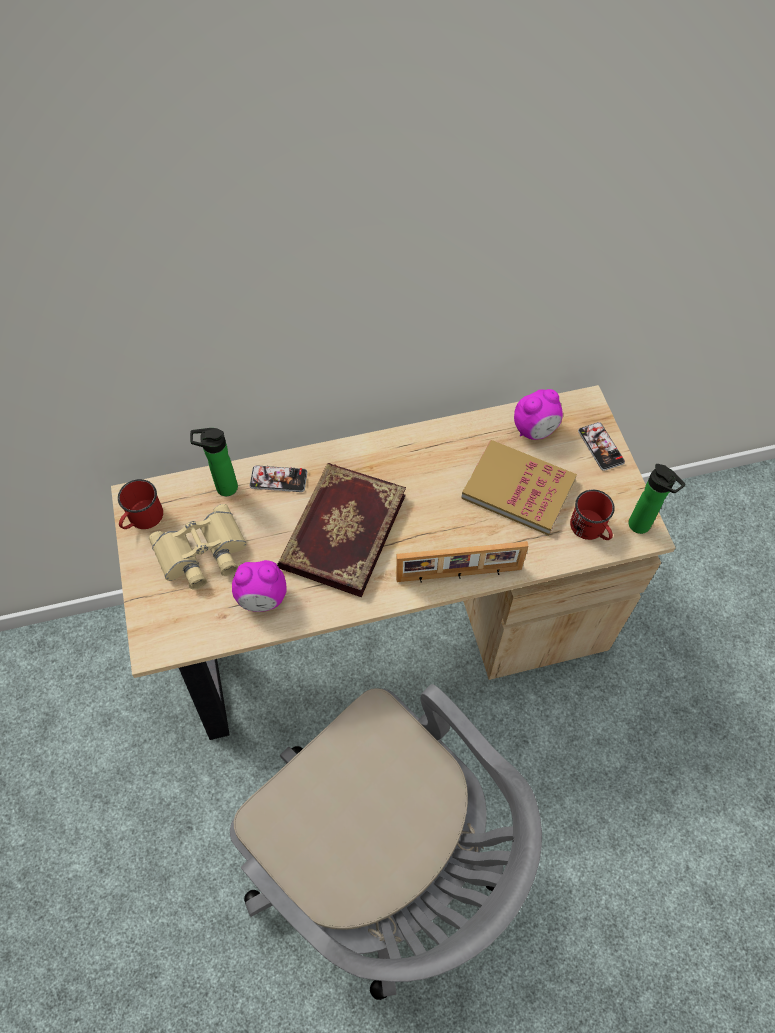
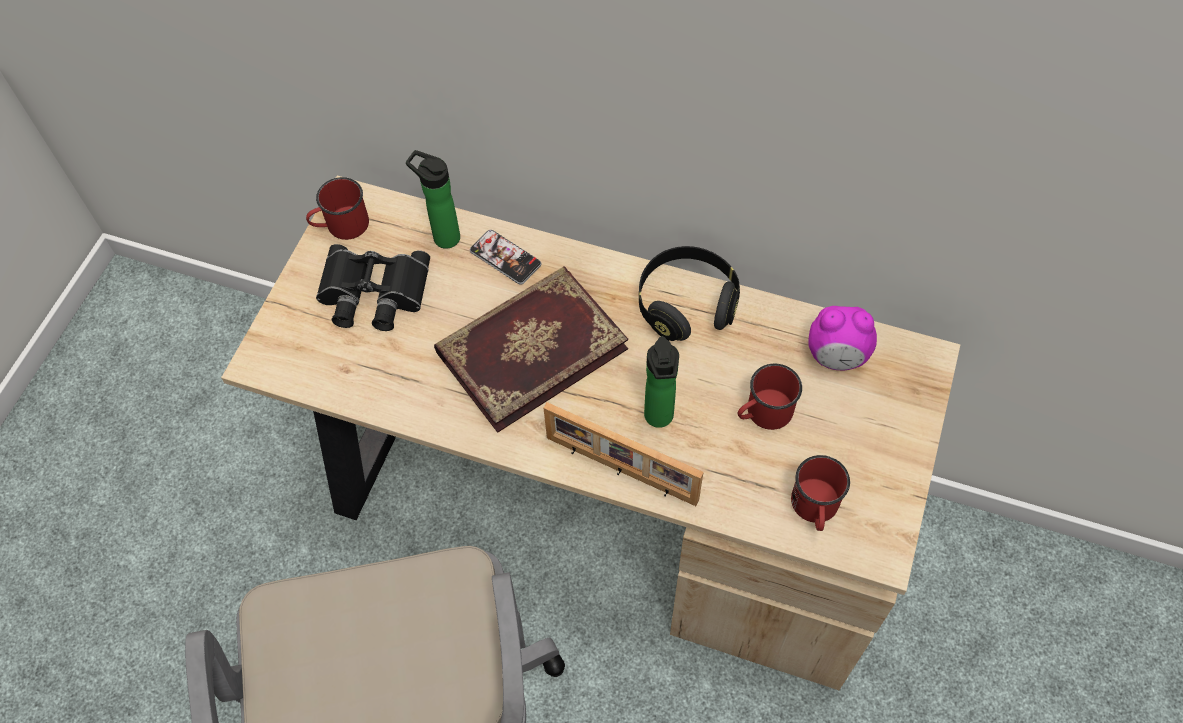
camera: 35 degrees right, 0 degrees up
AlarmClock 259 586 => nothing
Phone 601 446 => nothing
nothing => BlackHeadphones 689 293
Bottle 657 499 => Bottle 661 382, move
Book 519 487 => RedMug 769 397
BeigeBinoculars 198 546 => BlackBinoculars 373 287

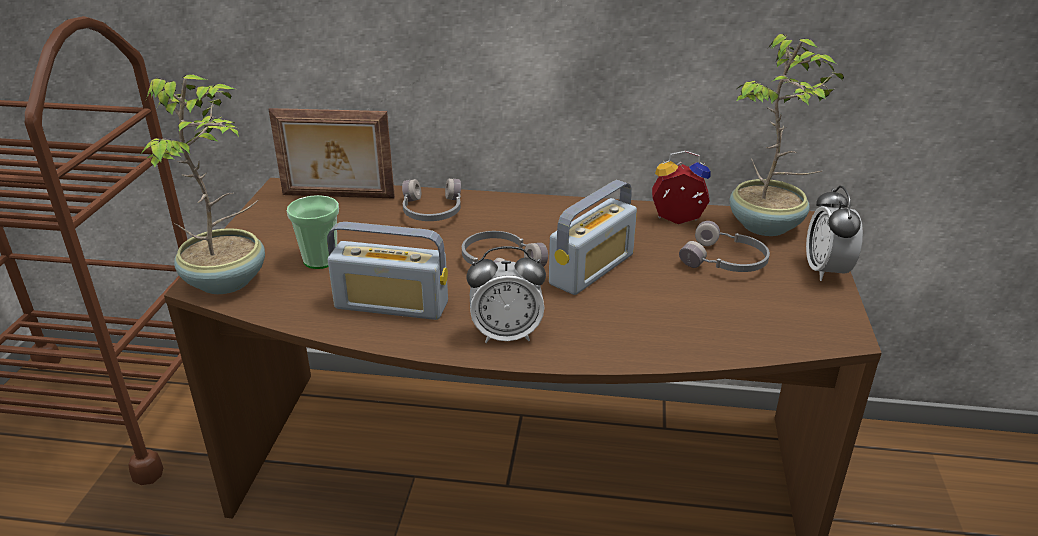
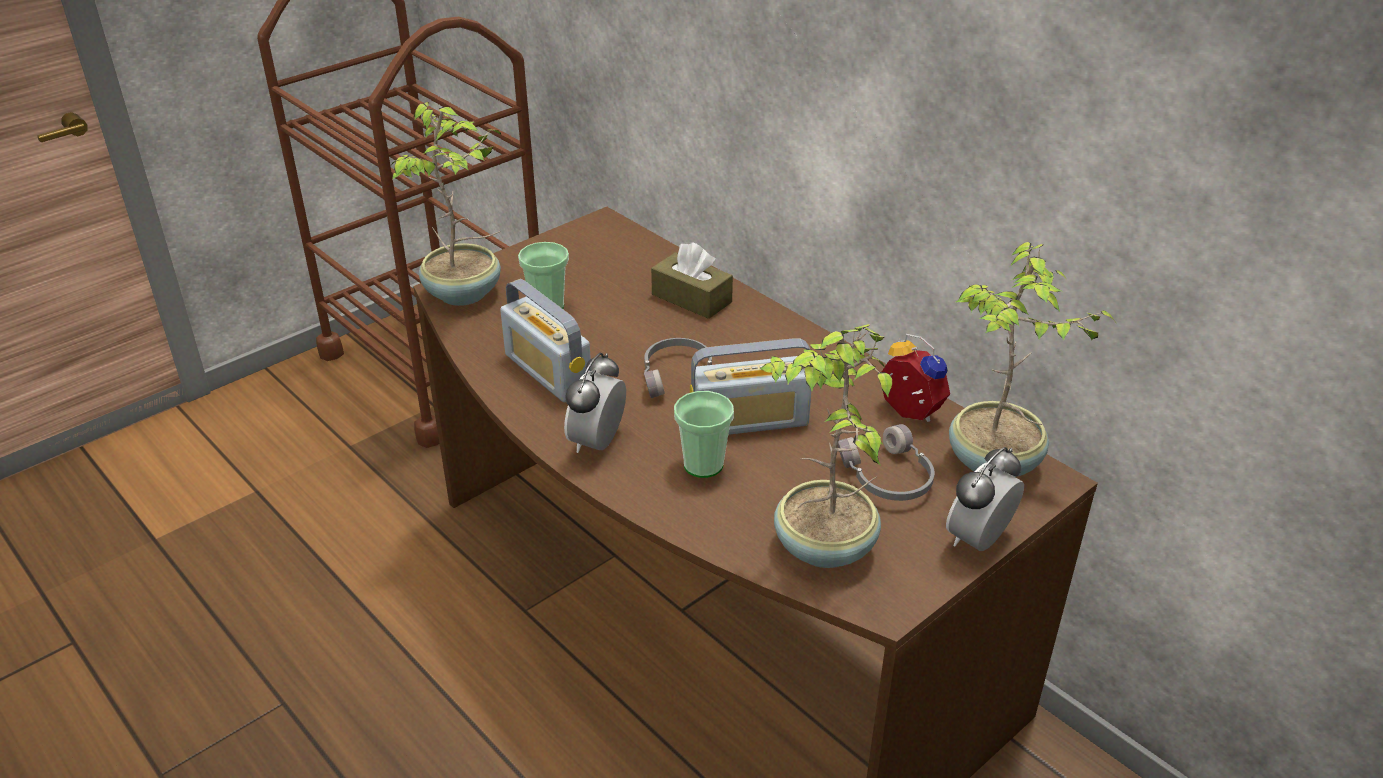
camera: 40 degrees right, 5 degrees up
PictureFrame 332 153 => nothing
nothing => Cup 704 434
nothing => PottedPlant 826 446
GreyHeadphones 431 200 => BrownTissueBox 692 280
AlarmClock 506 294 => AlarmClock 595 403, 75 degrees clockwise

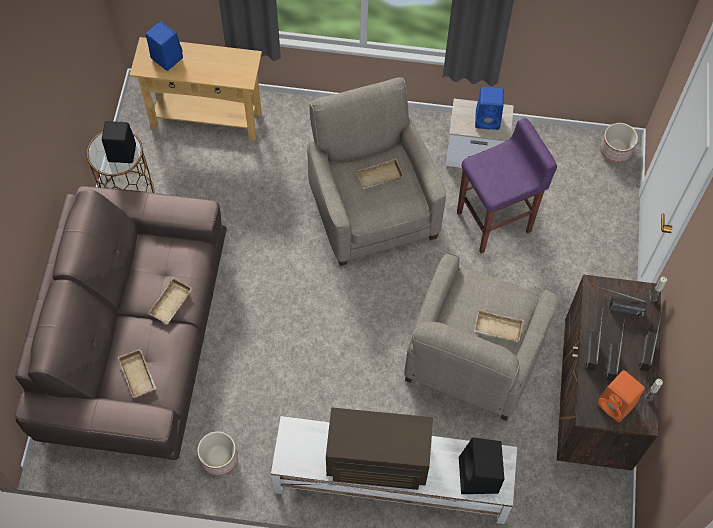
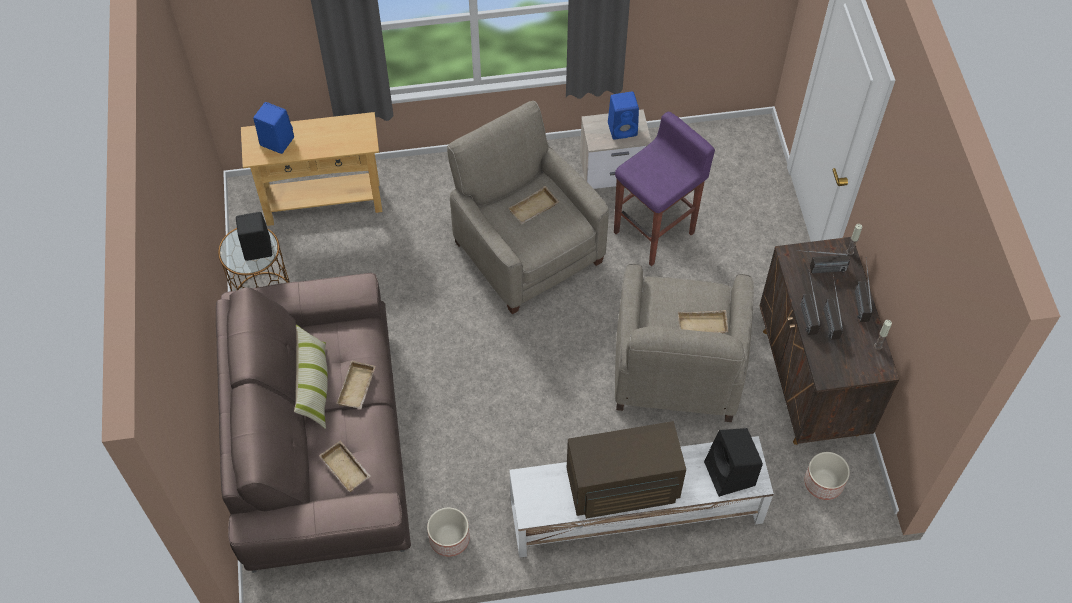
camera: 15 degrees left, 5 degrees down
OrangeSpeaker 621 396 => nothing
nothing => Pillow 311 377
Planter 619 143 => Planter 827 476, move

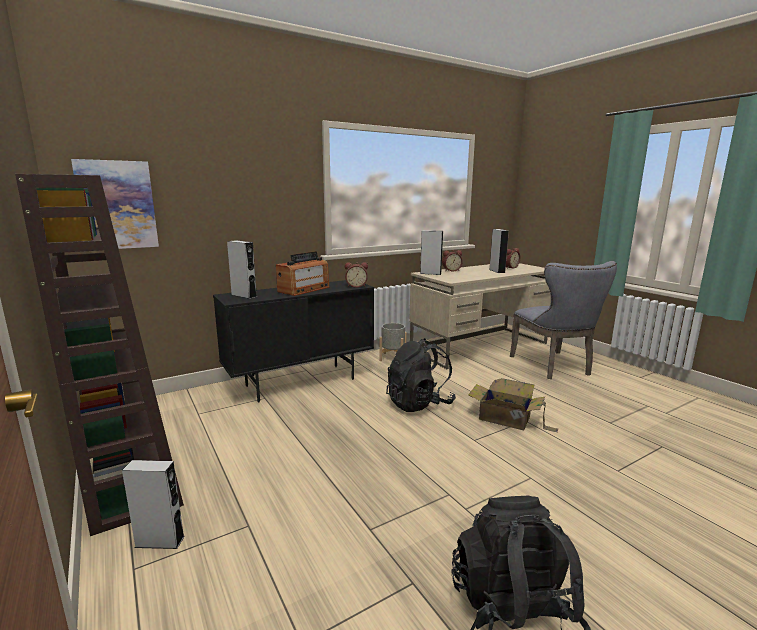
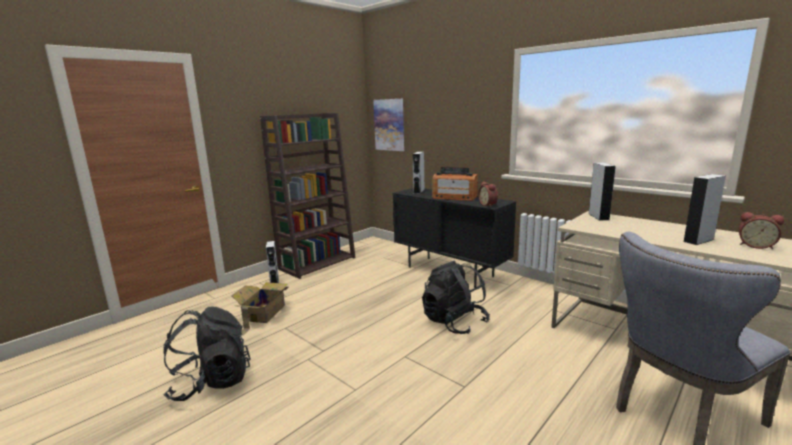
camera: 75 degrees right, 0 degrees up
GreyPlanter 393 342 => nothing
AlarmClock 452 261 => nothing
CardboardBox 513 405 => CardboardBox 259 308, move

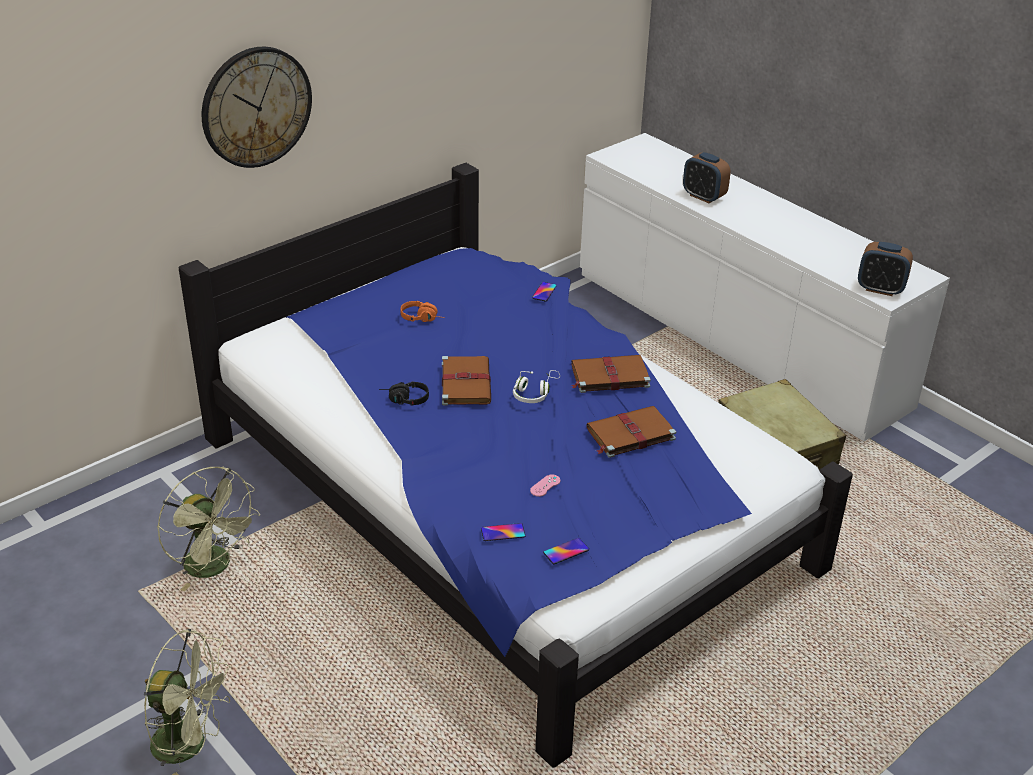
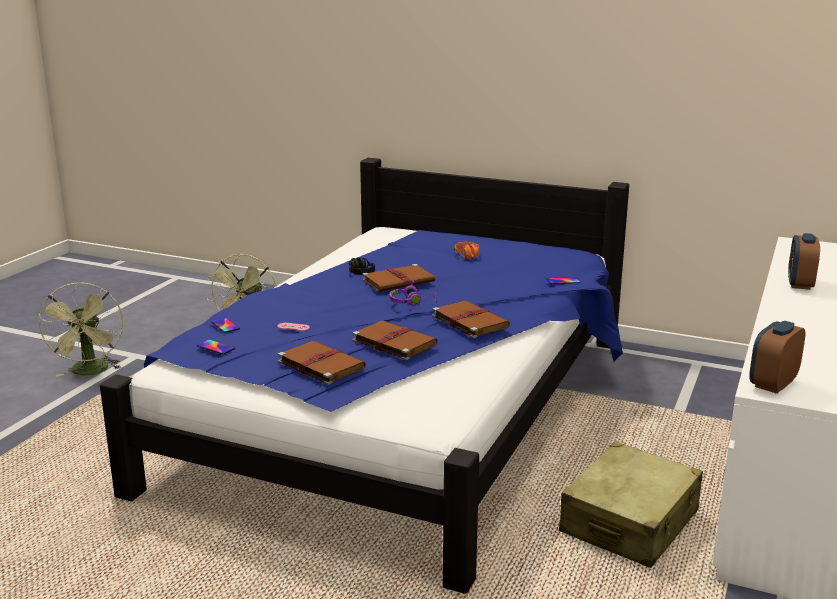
camera: 65 degrees right, 15 degrees down
WallClock 257 107 => nothing
nothing => BrownBook 322 363
WhiteHeadphones 536 386 => PurpleHeadphones 413 292
AlarmClock 885 269 => AlarmClock 777 357, 45 degrees clockwise

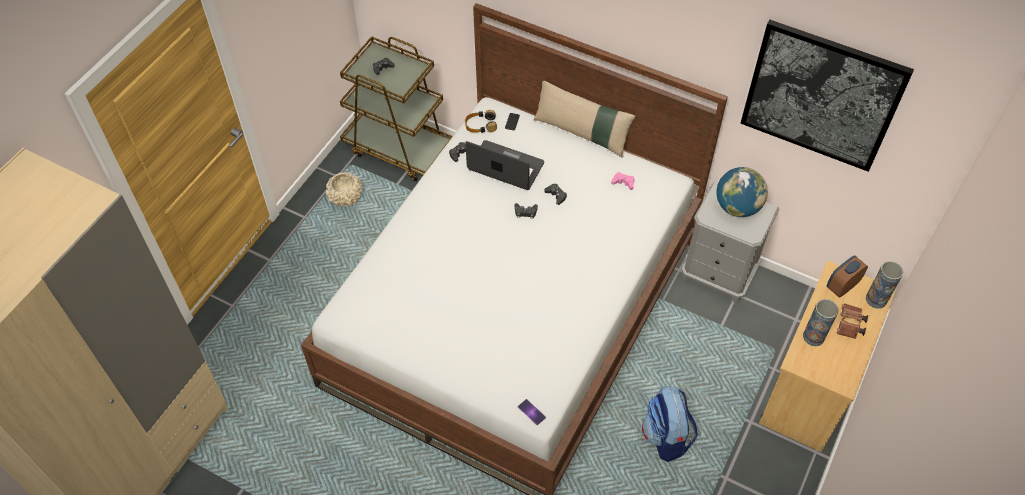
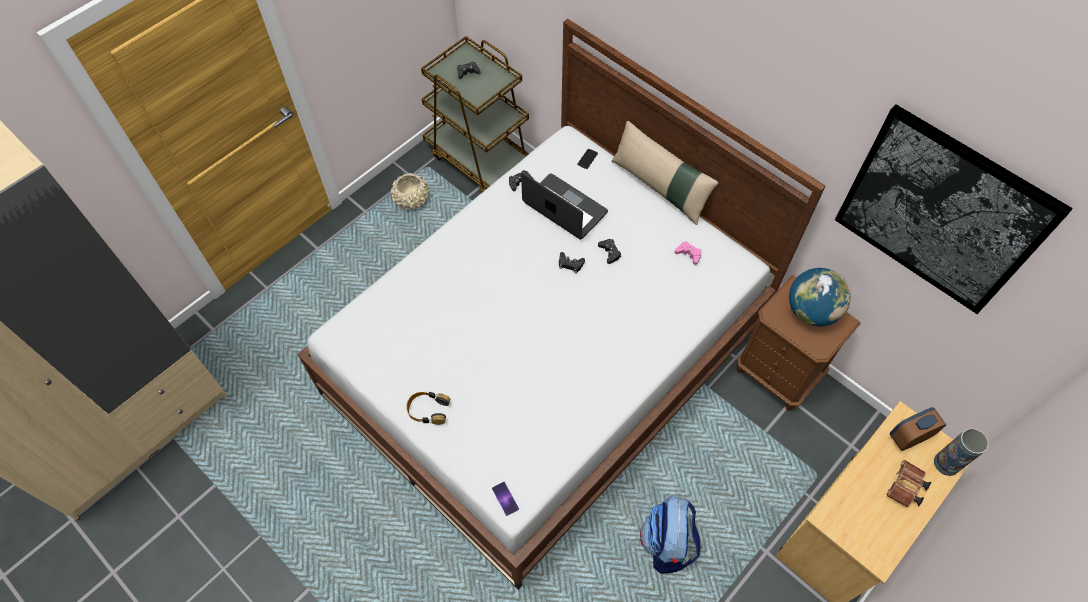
camera: 15 degrees right, 5 degrees up
Vase 821 322 => nothing
Headphones 481 121 => Headphones 428 408, move
GreyNightstand 730 243 => BrownNightstand 798 343

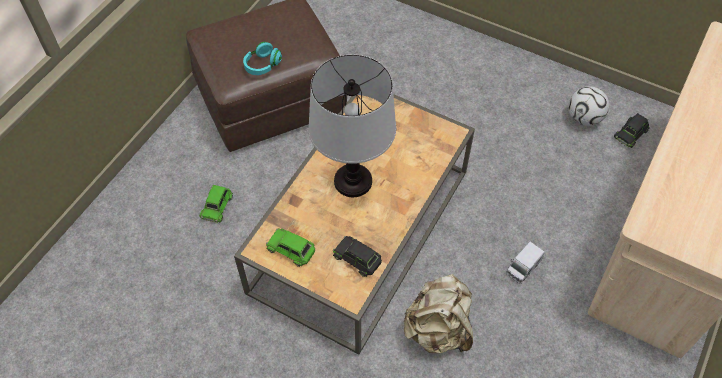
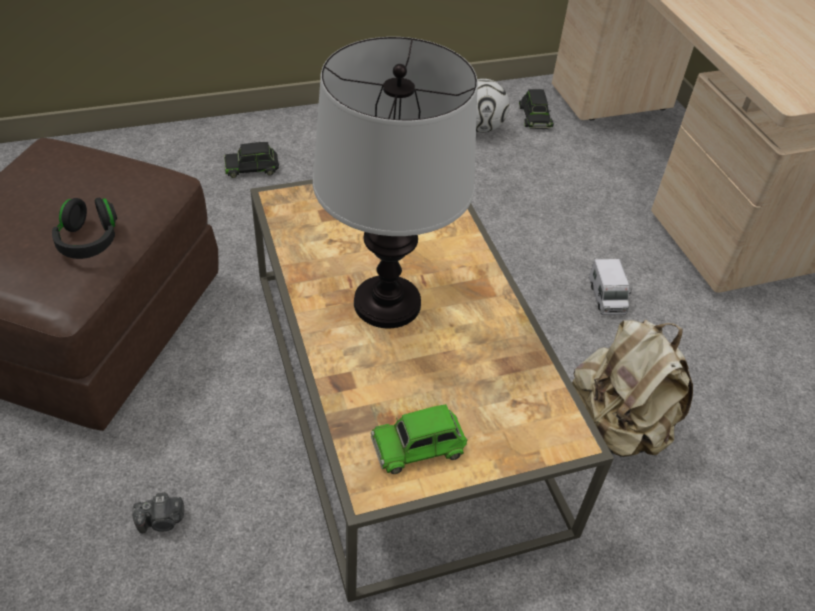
camera: 50 degrees left, 10 degrees down
BlackToyCar 357 256 => BlackToyCar 251 160, move
GreenToyCar 216 204 => PhotoCamera 158 512
TurquoiseHeadphones 262 58 => BlackHeadphones 84 228

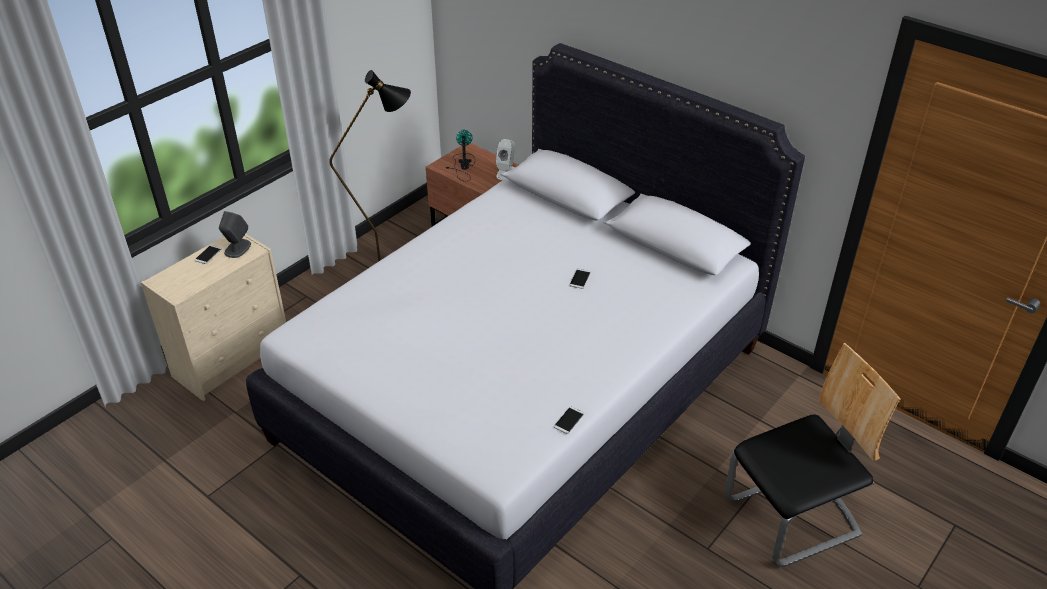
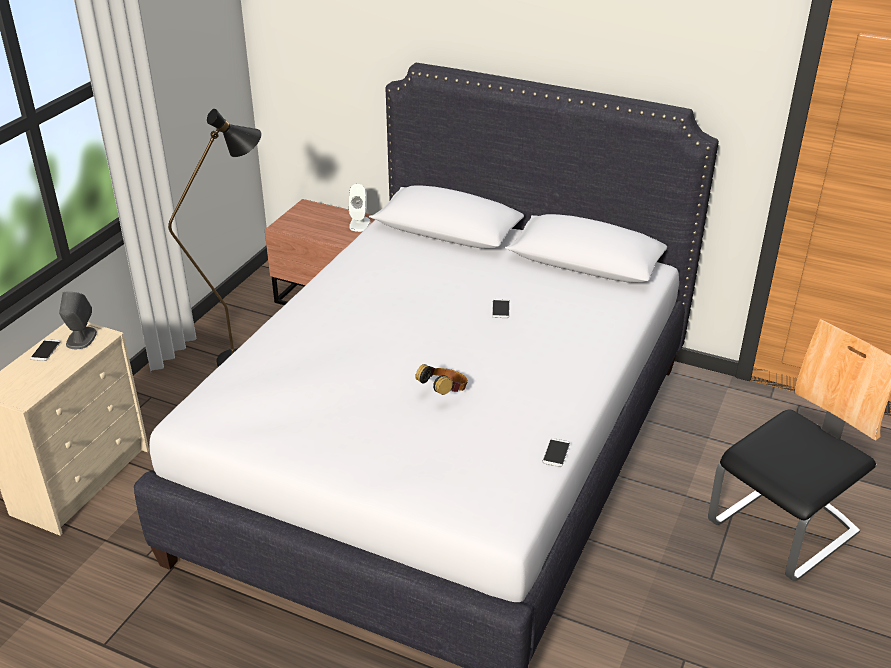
camera: 15 degrees left, 5 degrees down
TableLamp 460 155 => nothing
nothing => Headphones 441 379

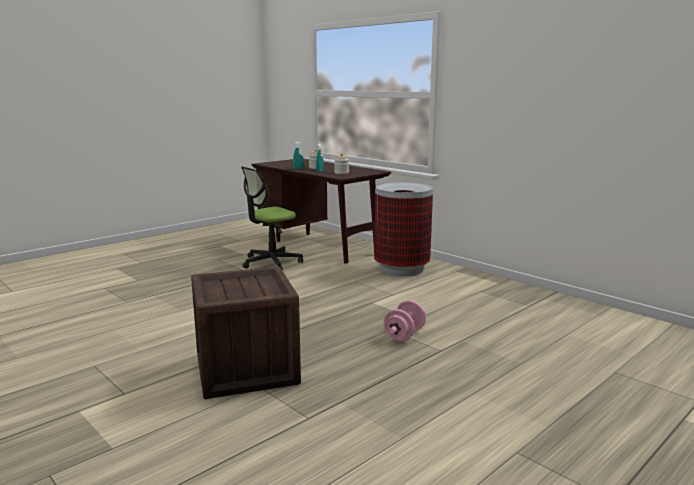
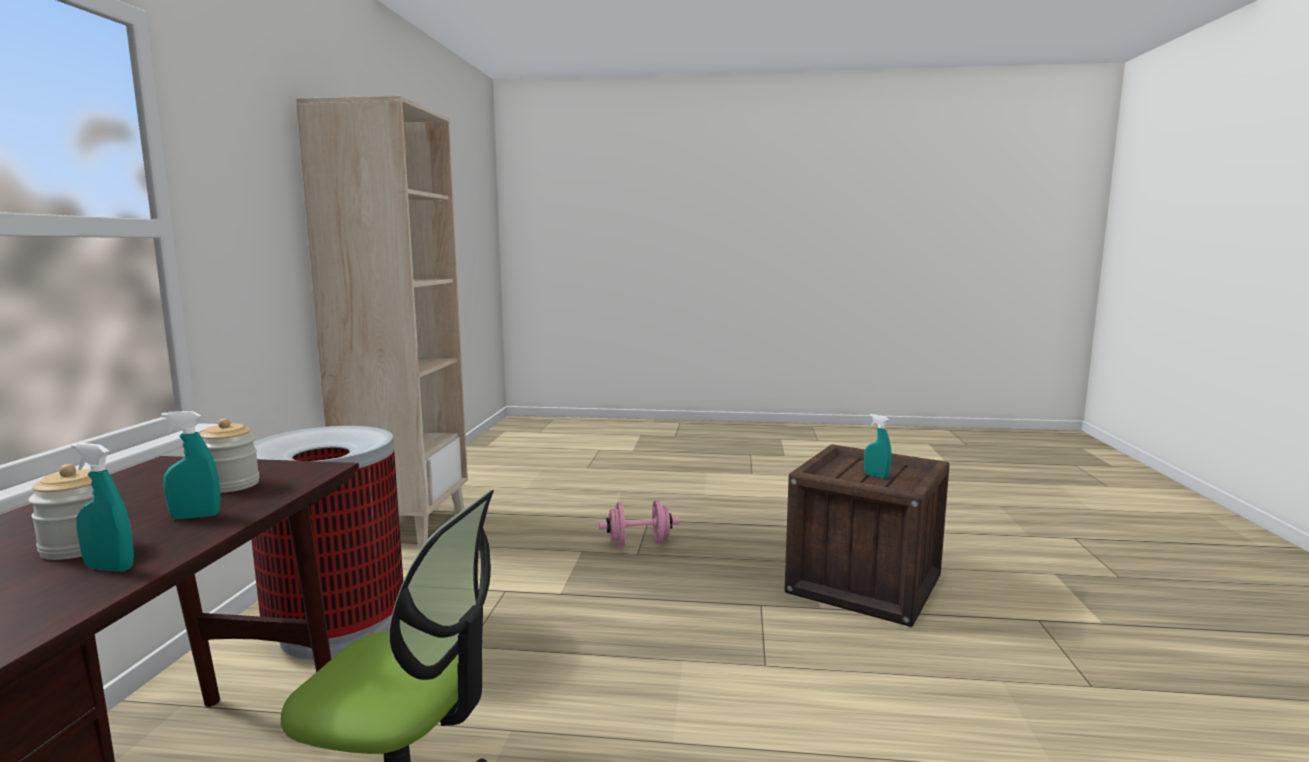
camera: 130 degrees left, 5 degrees down
nothing => BeigeBookcase 382 322
nothing => TurquoiseSprayBottle 878 446

